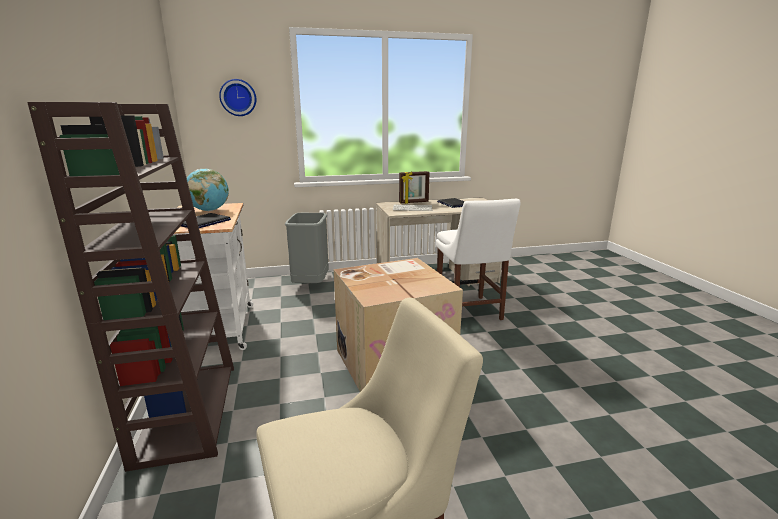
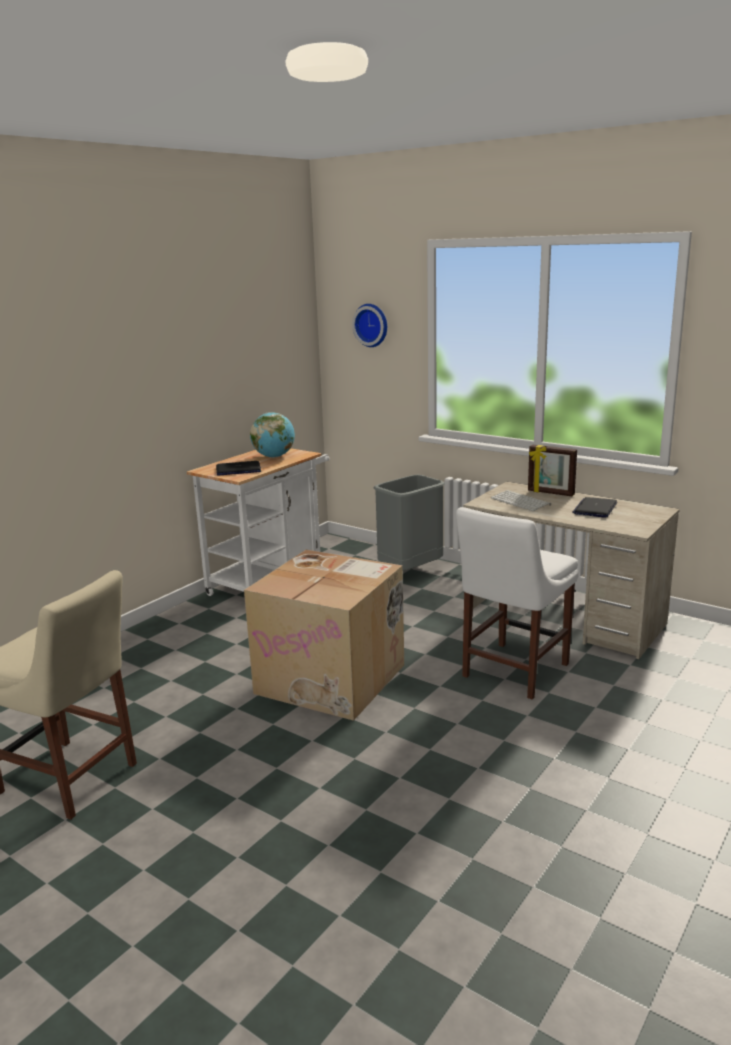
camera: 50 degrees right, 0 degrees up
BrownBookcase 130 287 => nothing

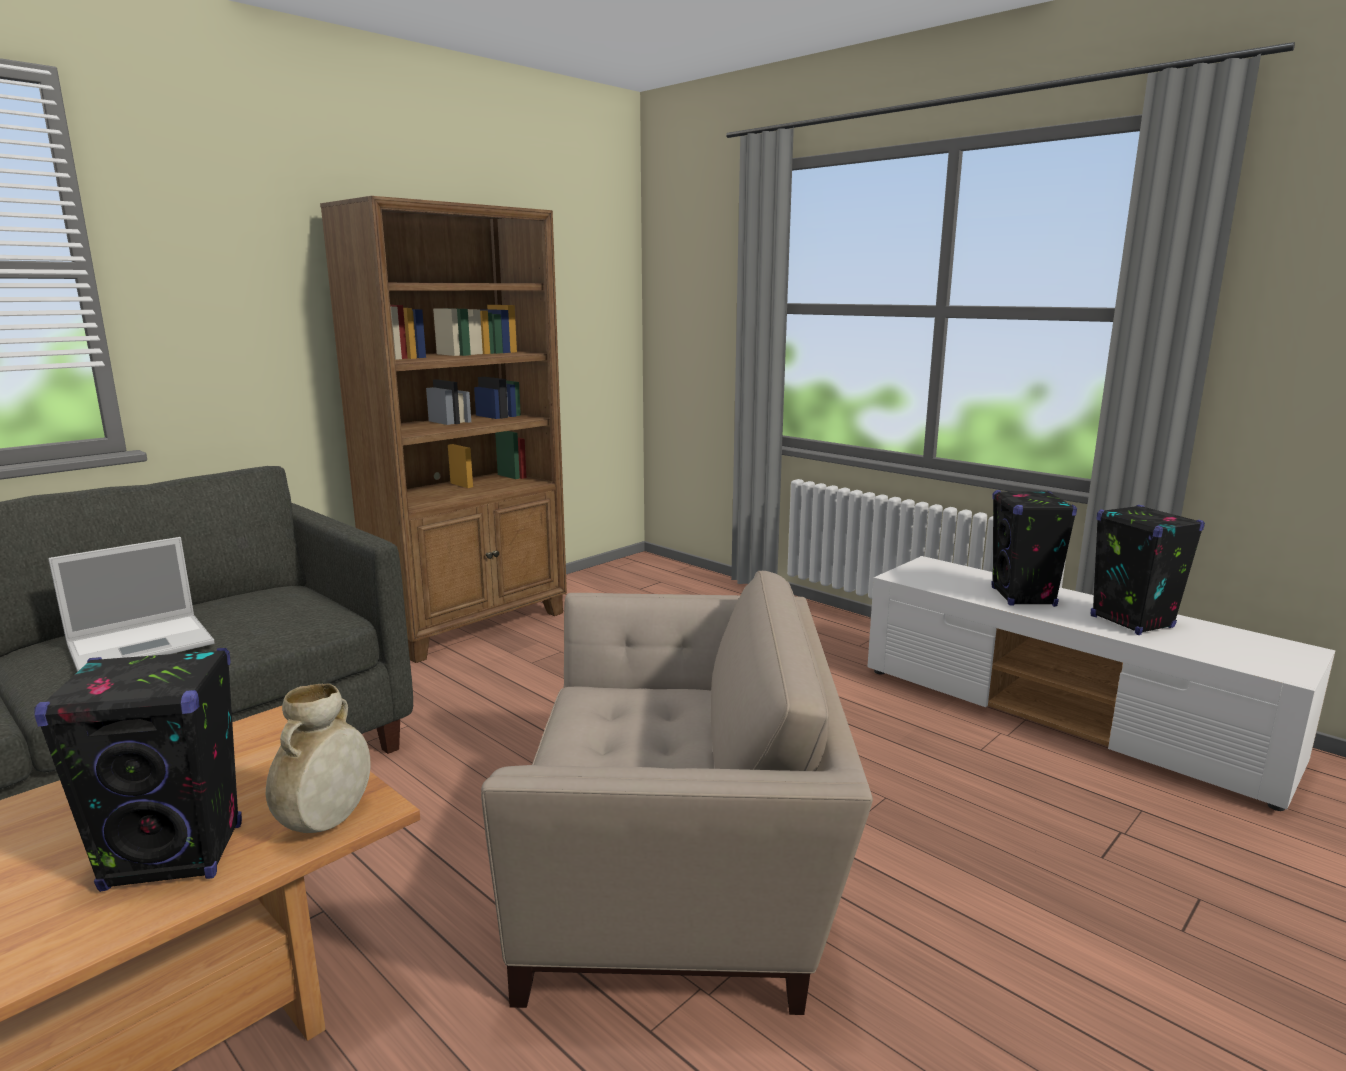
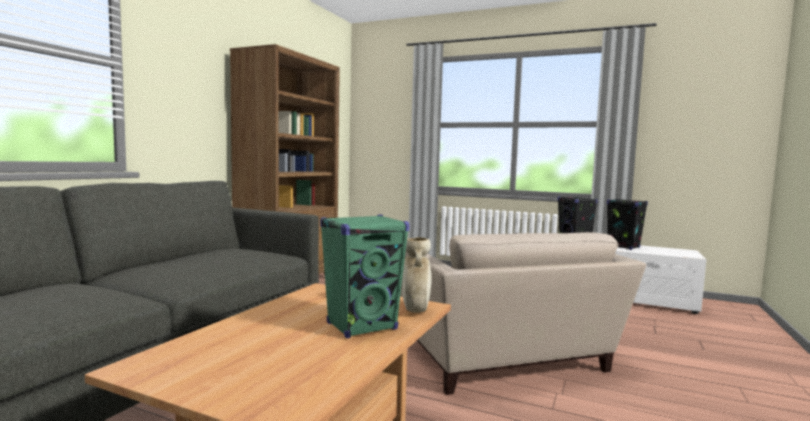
camera: 20 degrees left, 10 degrees down
Laptop 131 604 => nothing
BlackSpeaker 138 770 => GreenSpeaker 365 276
BeigeArmchair 677 793 => BeigeArmchair 523 313, 90 degrees clockwise

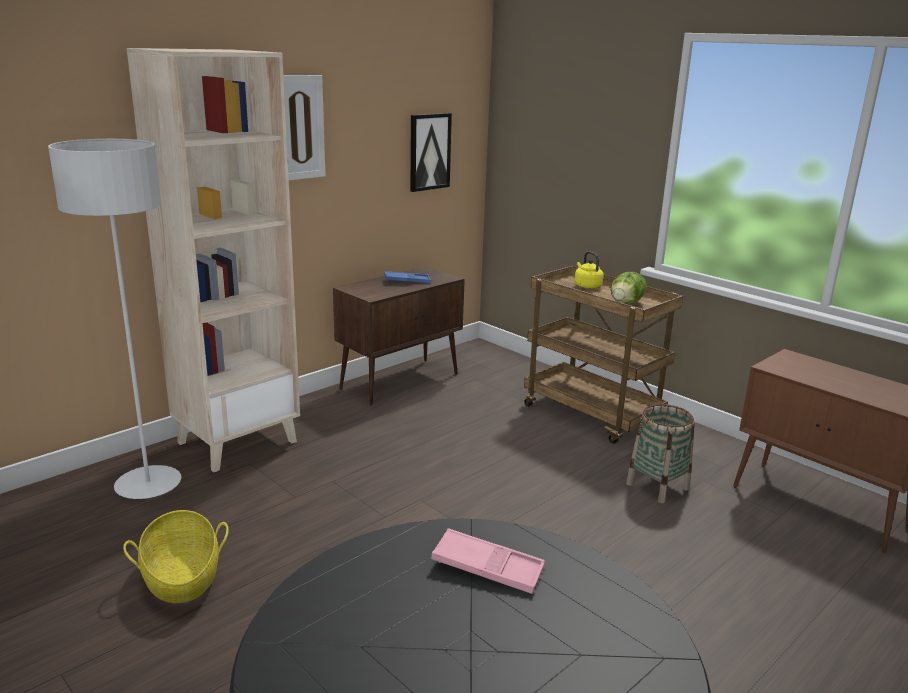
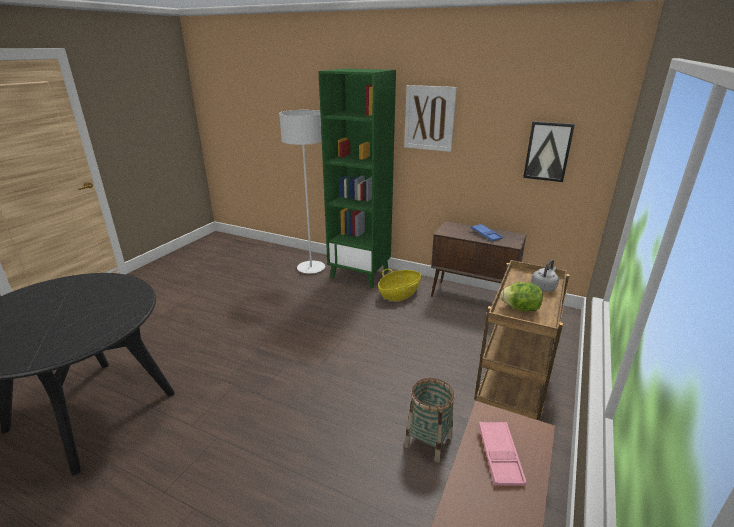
camera: 70 degrees right, 5 degrees up
Basket 176 556 => Basket 399 285, move
PinkTray 488 561 => PinkTray 502 454, move
BeigeBookcase 213 260 => GreenBookcase 357 178
YellowKettle 589 270 => GreyKettle 545 275

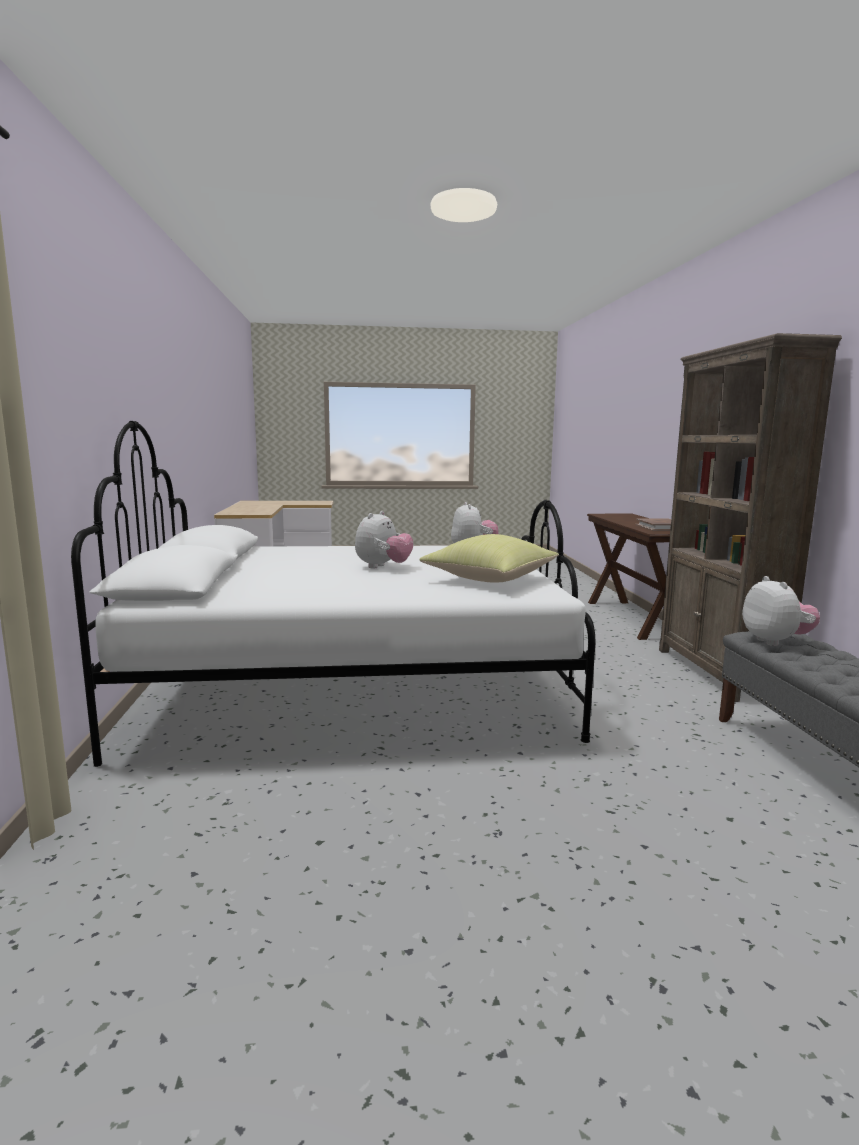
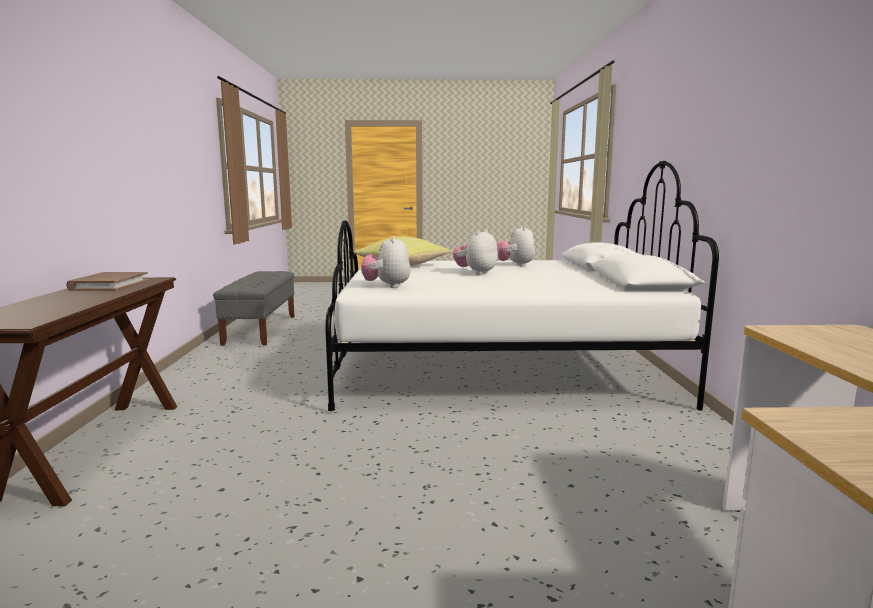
camera: 175 degrees left, 0 degrees up
BrownBookcase 750 517 => nothing
PlushToy 781 611 => PlushToy 516 246, move

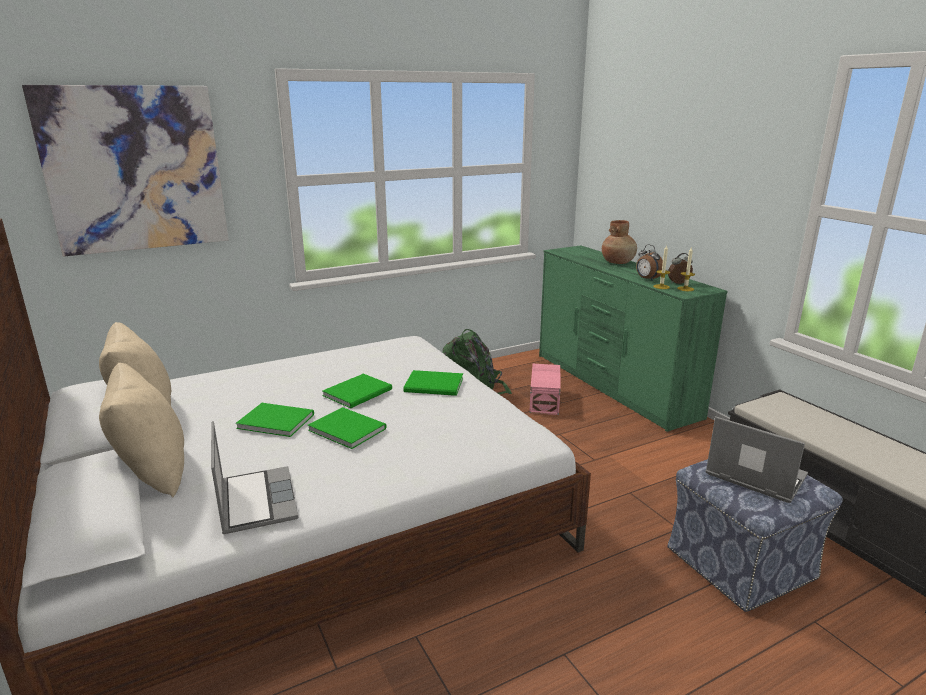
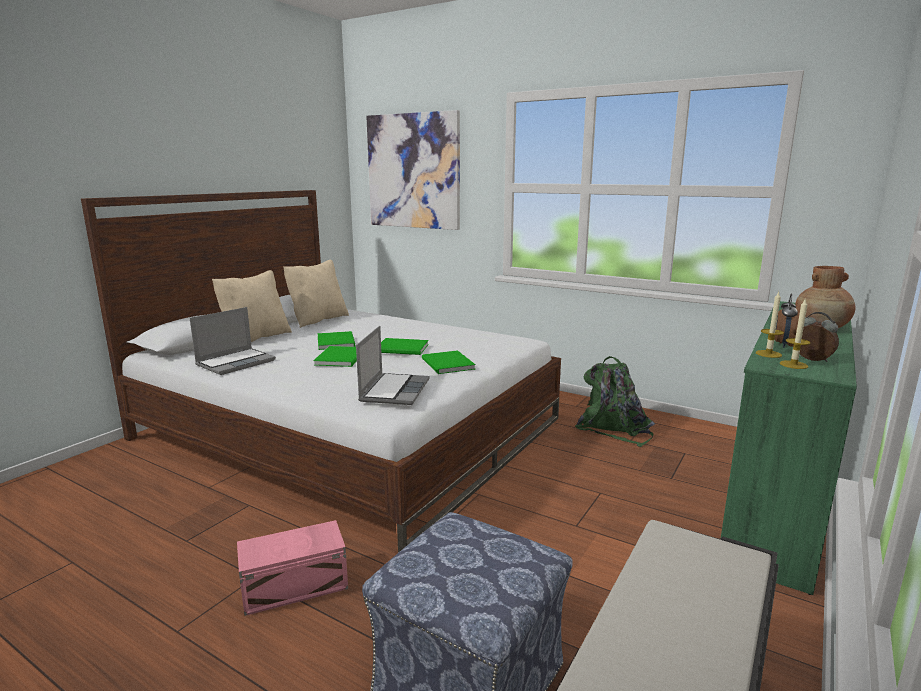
camera: 60 degrees right, 5 degrees down
PinkStorageBox 545 389 => PinkStorageBox 292 568, move
Laptop 757 459 => Laptop 393 365, move

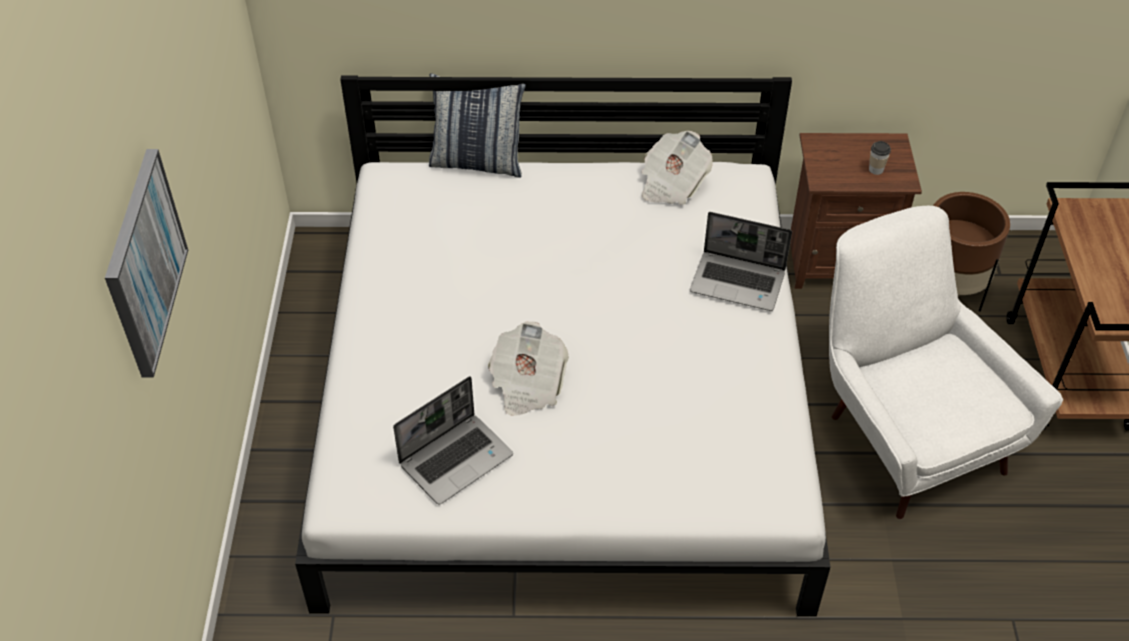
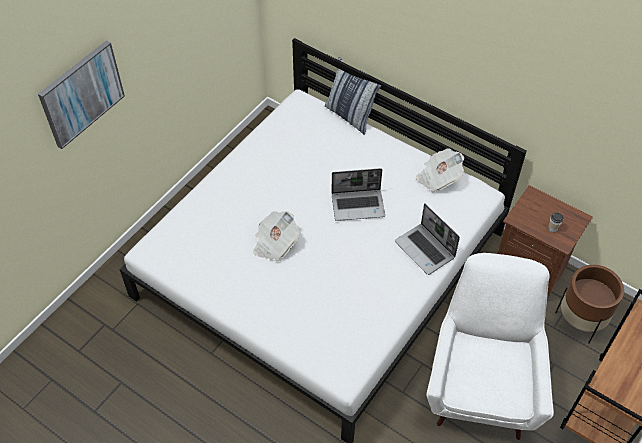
camera: 35 degrees right, 5 degrees up
Laptop 453 440 => Laptop 358 194, move

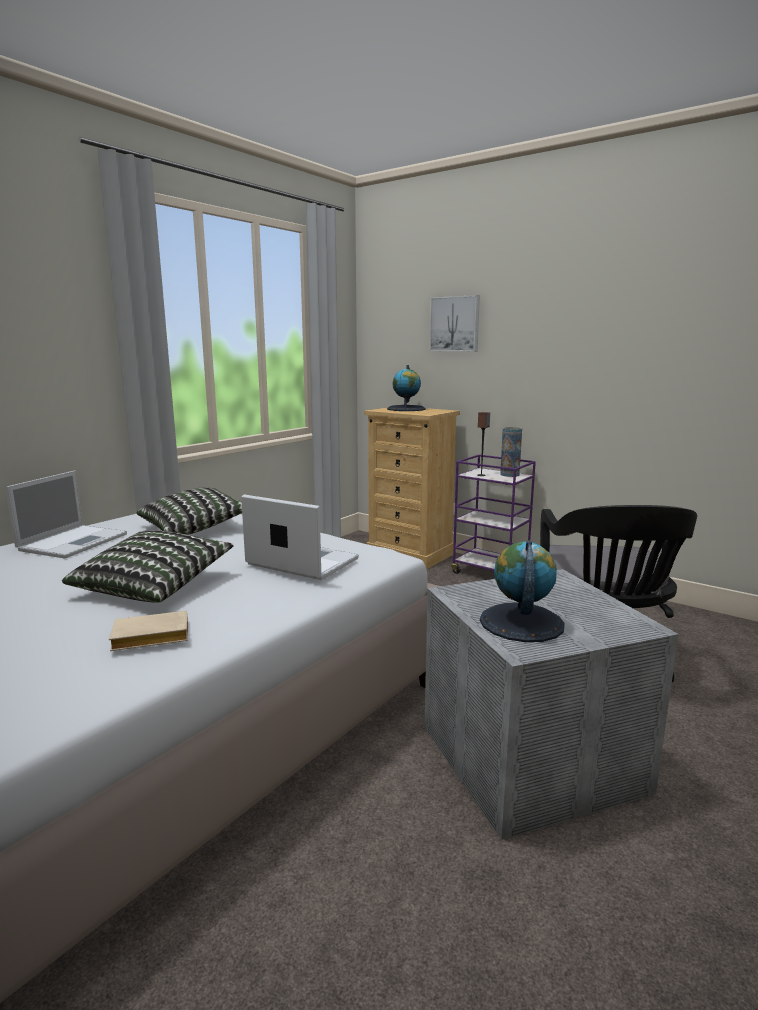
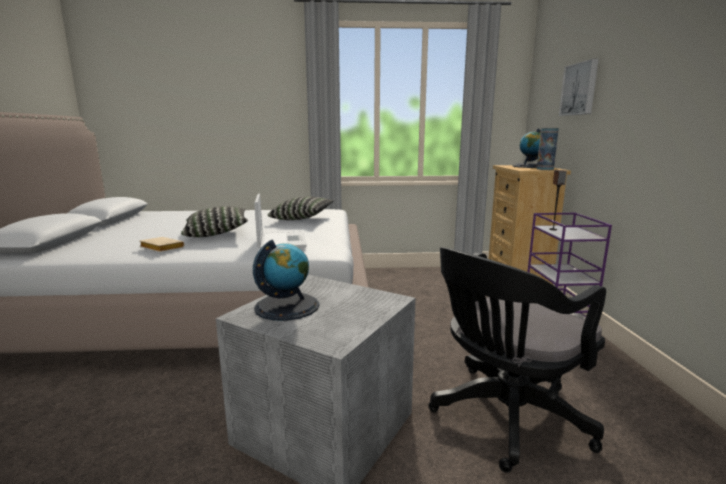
camera: 50 degrees right, 0 degrees up
Laptop 66 515 => nothing
Vase 511 452 => Vase 548 149, move

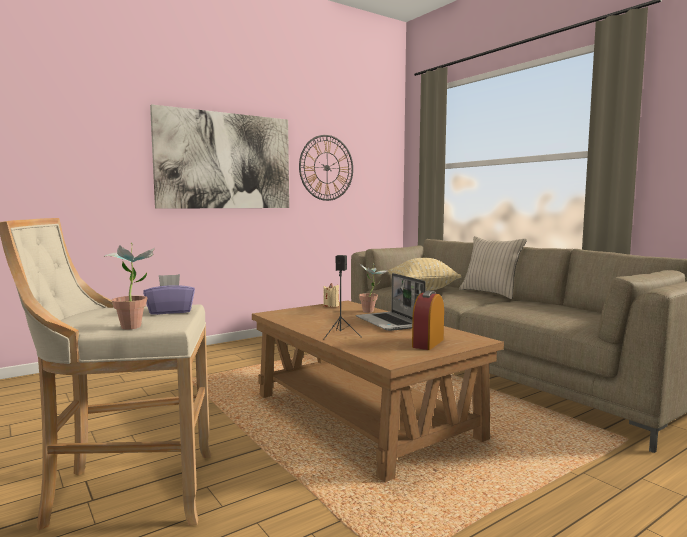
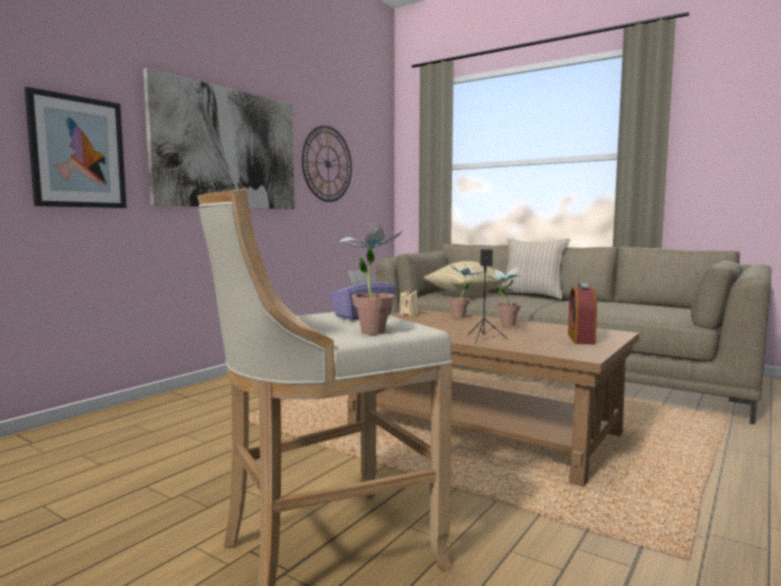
camera: 20 degrees left, 0 degrees up
nothing => Picture 76 147
Laptop 391 302 => PottedPlant 506 296

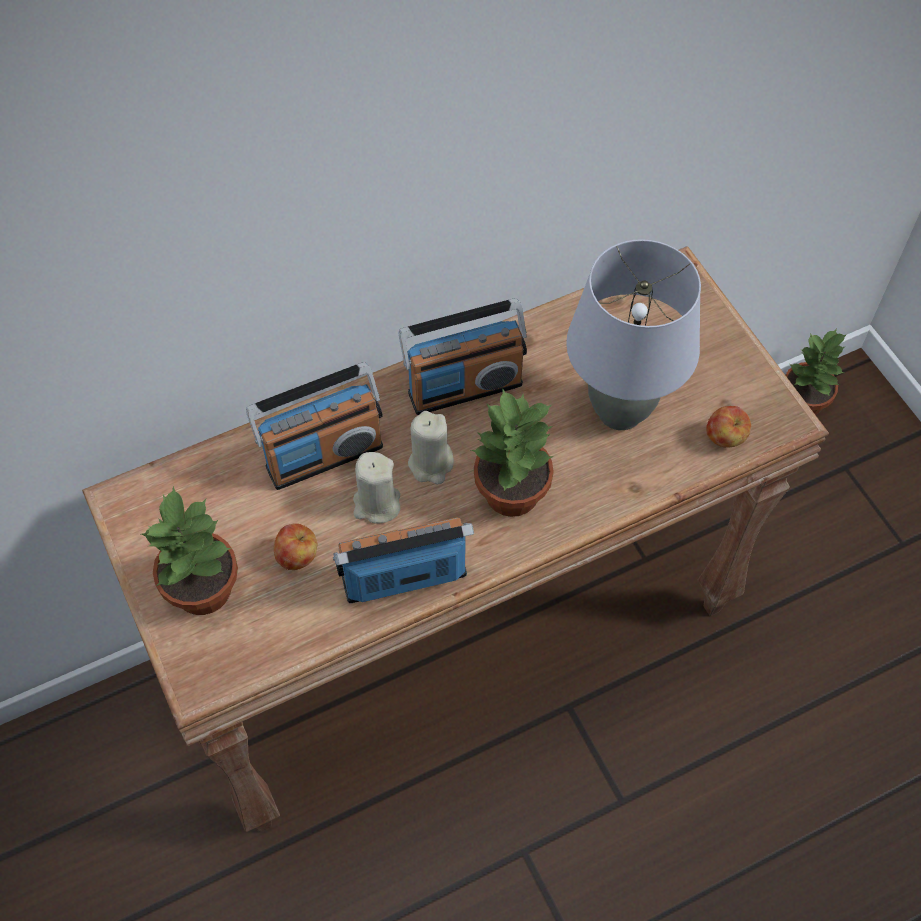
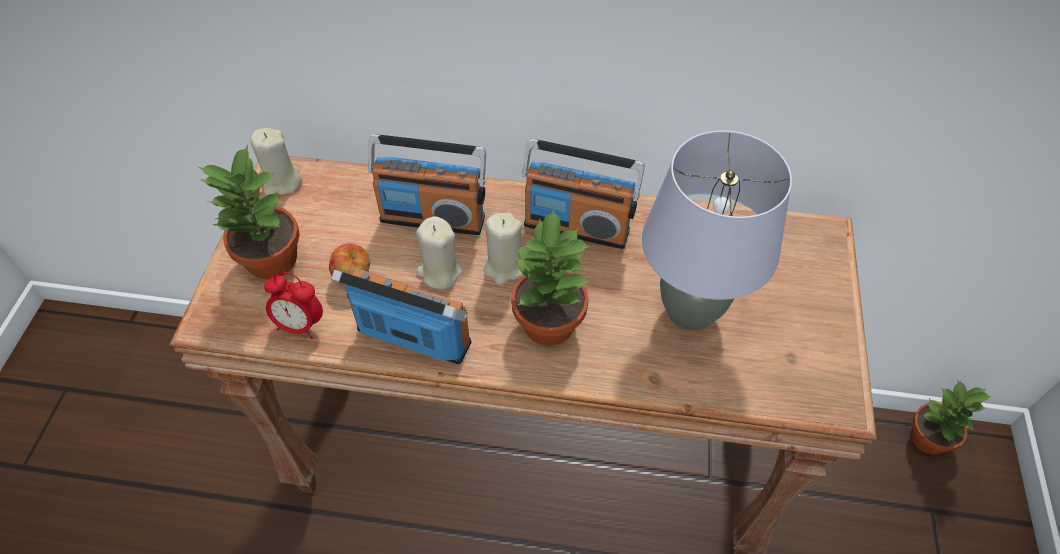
camera: 35 degrees right, 5 degrees down
Apple 728 427 => nothing
nothing => BeigeCandle 276 161
nothing => AlarmClock 293 305

